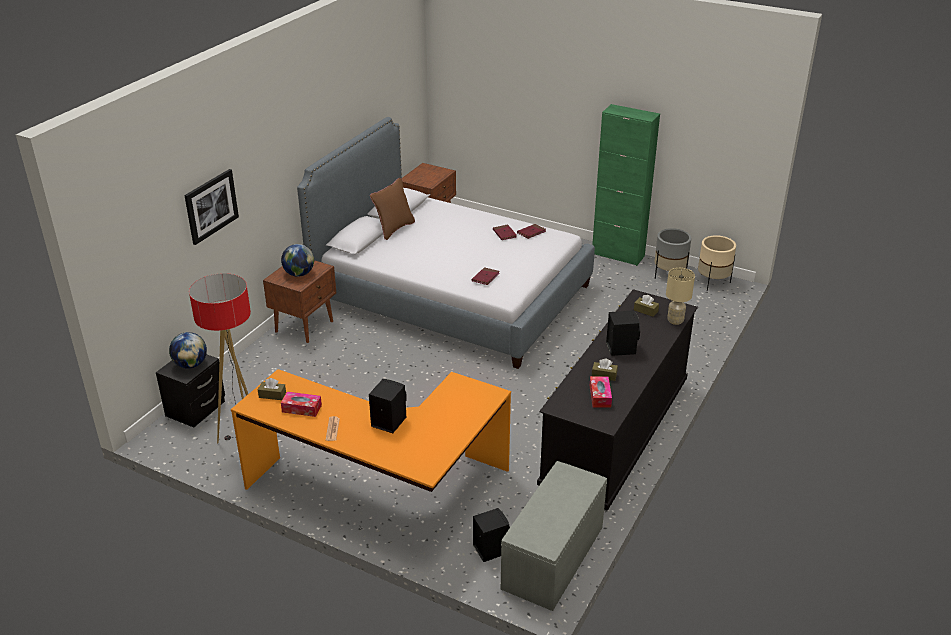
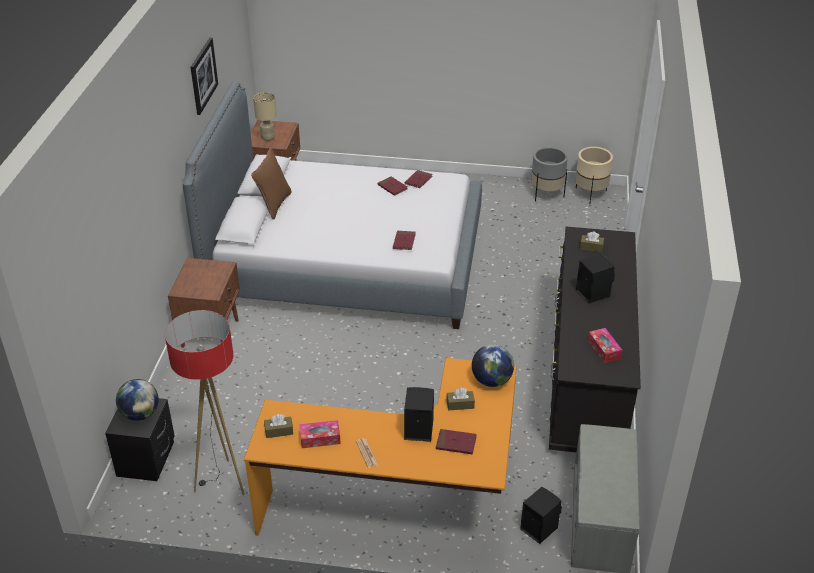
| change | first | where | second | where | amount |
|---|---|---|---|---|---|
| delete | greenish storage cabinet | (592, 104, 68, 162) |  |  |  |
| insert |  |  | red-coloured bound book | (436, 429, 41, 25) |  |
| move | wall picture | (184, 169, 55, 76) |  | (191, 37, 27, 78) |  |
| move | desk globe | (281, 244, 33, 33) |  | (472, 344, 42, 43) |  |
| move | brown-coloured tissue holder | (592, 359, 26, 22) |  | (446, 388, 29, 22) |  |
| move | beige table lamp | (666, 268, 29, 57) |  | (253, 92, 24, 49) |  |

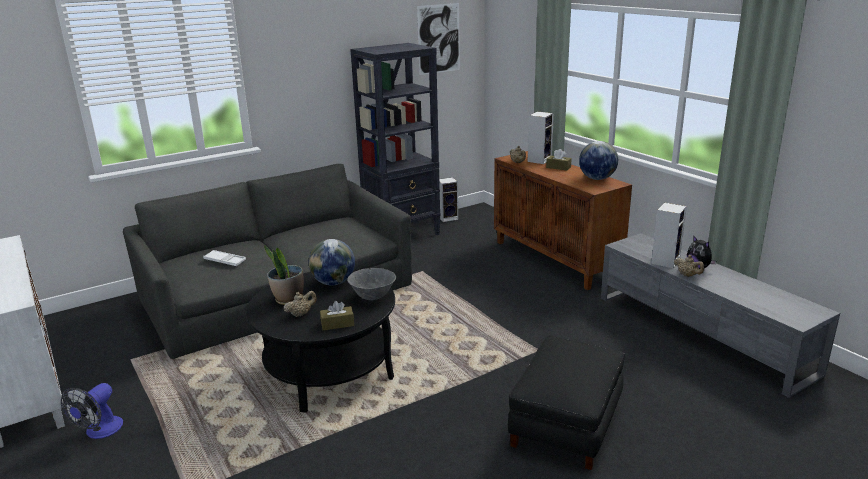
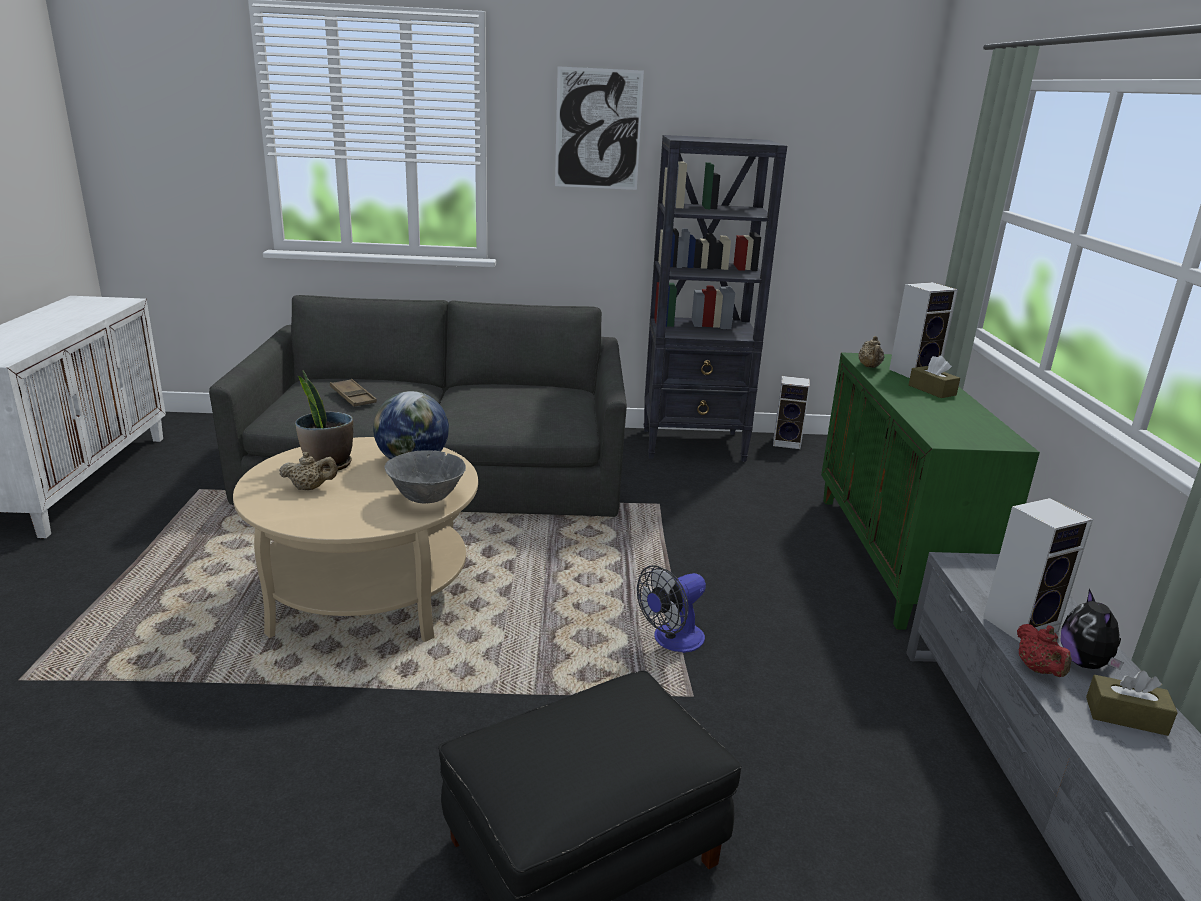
| change | first | where | second | where | amount |
|---|---|---|---|---|---|
| delete | desk globe | (579, 141, 39, 39) |  |  |  |
| move | cooling fan | (61, 383, 62, 56) |  | (637, 565, 69, 88) |  |
| move | brown-coloured tissue holder | (320, 301, 34, 30) |  | (1086, 671, 92, 65) |  |
| move | wall picture | (417, 3, 43, 72) |  | (555, 66, 89, 124) |  |
| recolor | white-coloured carrying tray | (203, 250, 43, 16) | brown-coloured carrying tray | (330, 379, 47, 28) |  |
| recolor | blackish lounge table | (246, 271, 149, 142) | beige lounge table | (233, 437, 245, 205) |  |
| recolor | brown-coloured storage cabinet | (494, 151, 138, 139) | greenish storage cabinet | (821, 352, 219, 278) |  |
| recolor | beige pot for tea | (674, 255, 30, 22) | red-coloured pot for tea | (1017, 624, 55, 53) |  |

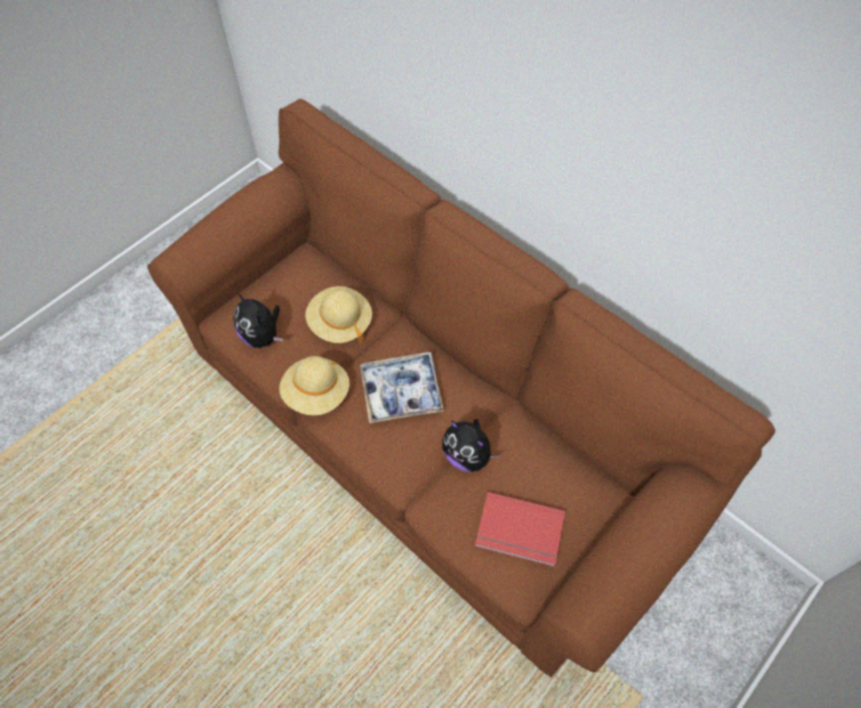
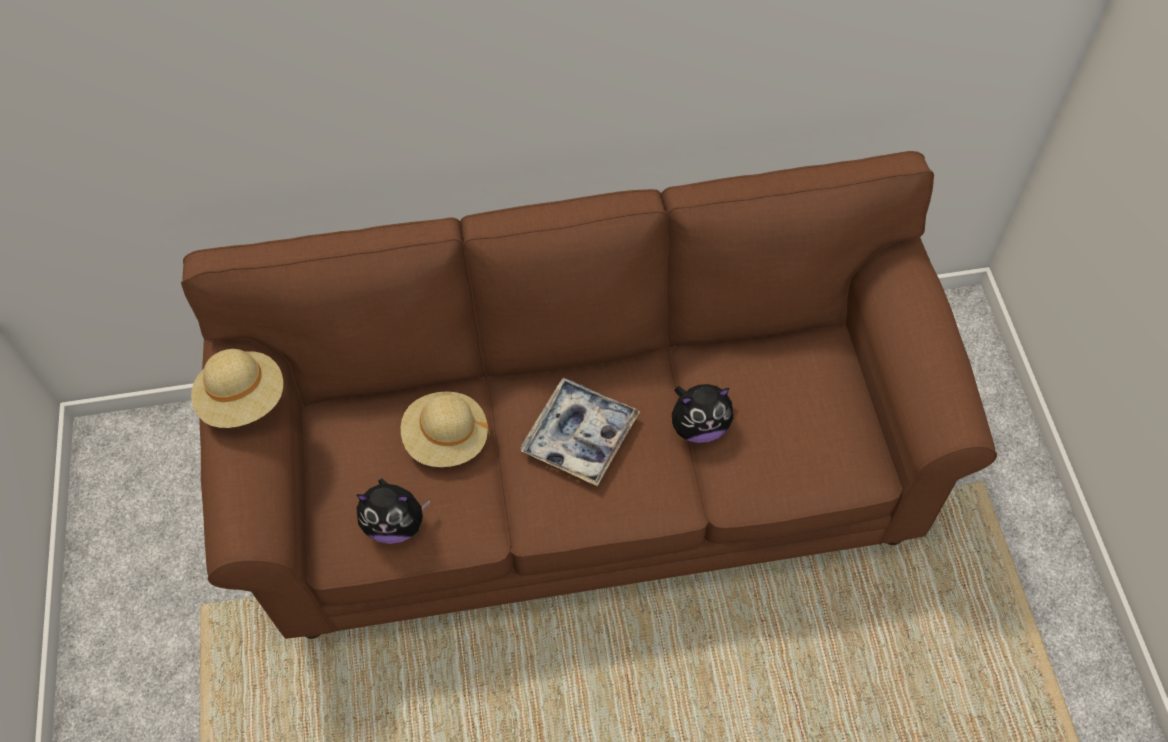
| change | first | where | second | where | amount |
|---|---|---|---|---|---|
| delete | red-coloured bound book | (475, 492, 90, 75) |  |  |  |
| move | beige hat | (279, 356, 71, 59) |  | (191, 349, 92, 79) |  |

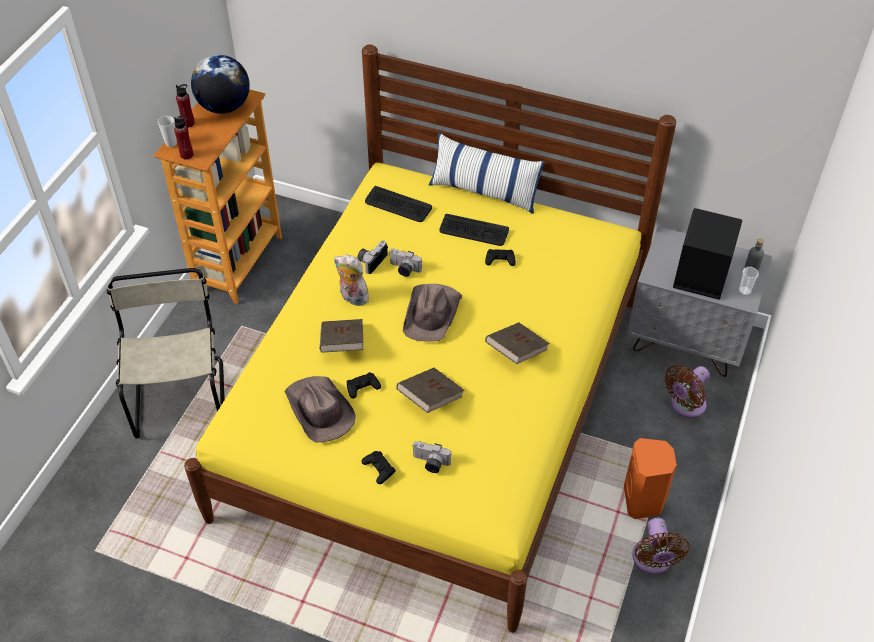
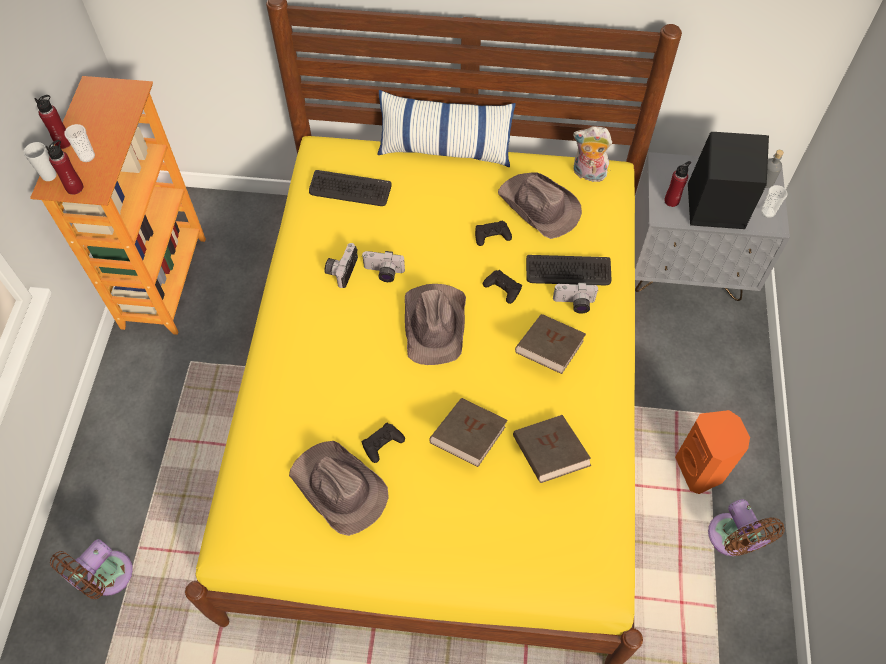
| change | first | where | second | where | amount |
|---|---|---|---|---|---|
| delete | beige upright chair | (107, 268, 118, 170) |  |  |  |
| delete | desk globe | (191, 55, 59, 59) |  |  |  |
| insert |  |  | small cup | (64, 124, 31, 38) |  |
| insert |  |  | brown-coloured hat | (498, 172, 84, 67) |  |
| insert |  |  | red-coloured beverage bottle | (664, 161, 27, 46) |  |
| move | brown-coloured bound book | (320, 319, 43, 34) |  | (513, 415, 78, 68) |  |
| move | cuddly toy | (334, 255, 39, 51) |  | (573, 126, 39, 56) |  |
| move | blackish game controller | (361, 451, 35, 33) |  | (483, 270, 39, 34) |  |
| move | photo camera | (413, 441, 38, 32) |  | (553, 282, 46, 31) |  |
| move | computer keyboard | (439, 214, 70, 32) |  | (526, 255, 85, 30) |  |
| move | brown-coloured cooling fan | (665, 365, 45, 53) |  | (50, 539, 83, 60) |  |

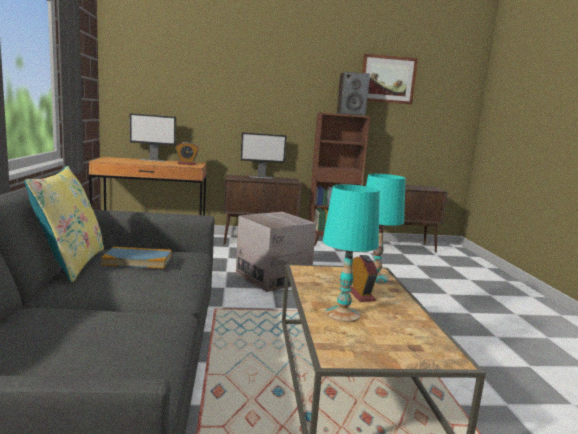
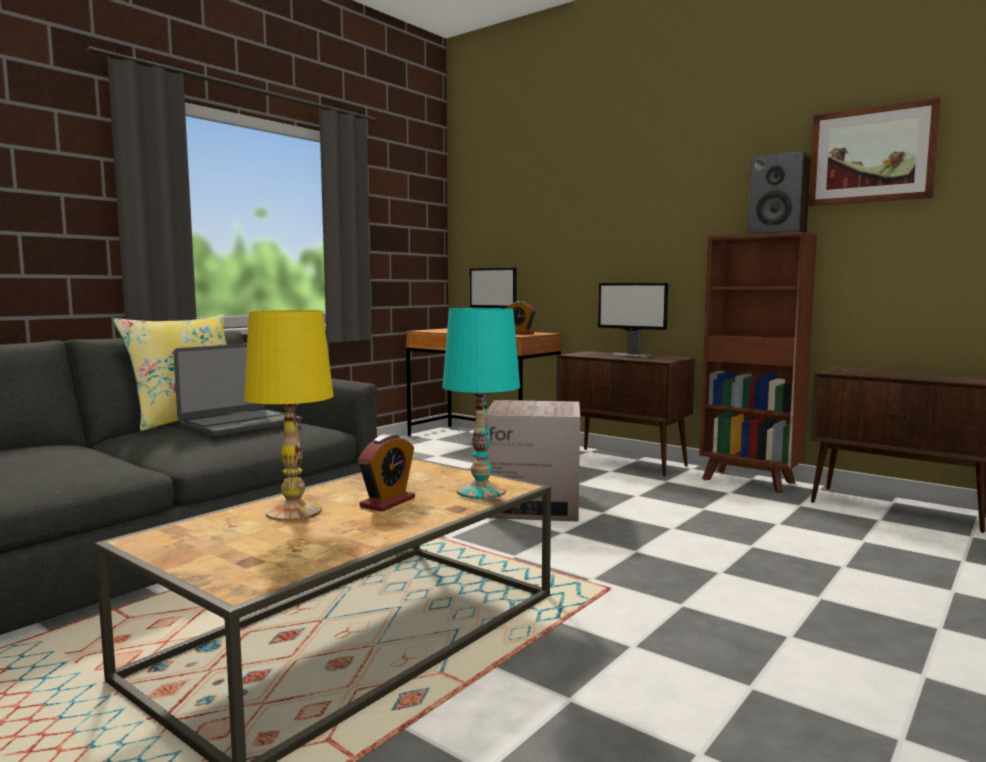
| change | first | where | second | where | amount |
|---|---|---|---|---|---|
| replace | bound book | (101, 247, 71, 21) | portable computer | (174, 344, 128, 93) |  |
| recolor | turquoise table lamp | (323, 184, 57, 138) | yellow table lamp | (244, 310, 90, 211) |  |

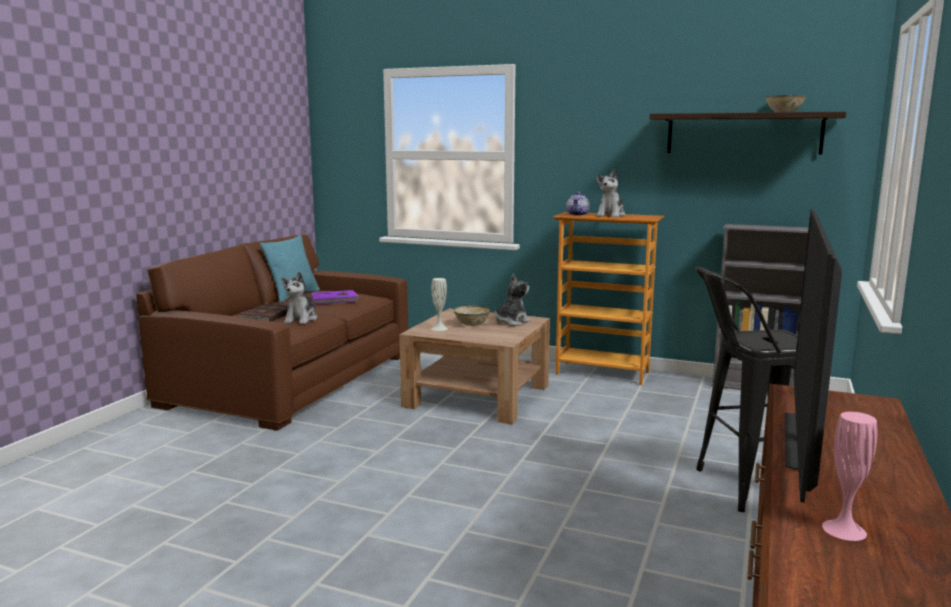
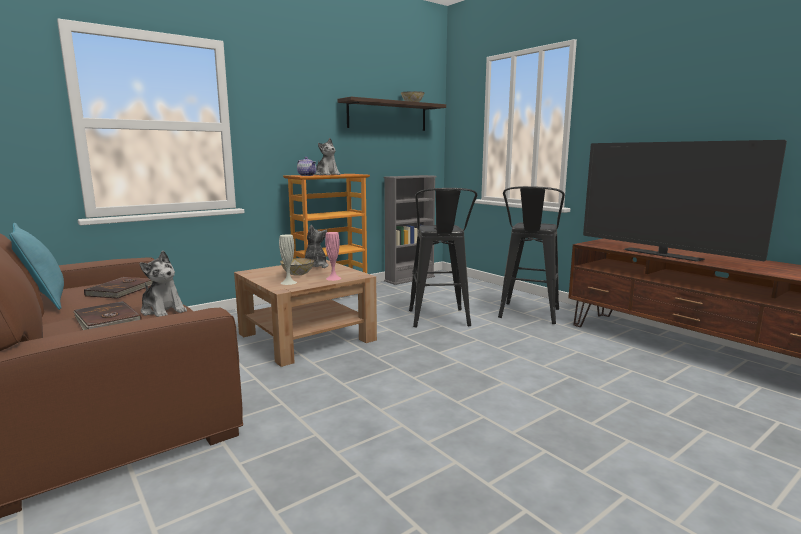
| change | first | where | second | where | amount |
|---|---|---|---|---|---|
| insert |  |  | blackish stool seat | (409, 188, 68, 140) |  |
| move | pink-coloured decorative vase | (822, 412, 55, 129) |  | (325, 232, 16, 49) |  |
| recolor | purple bound book | (311, 290, 48, 15) | brown-coloured bound book | (84, 277, 68, 22) |  |

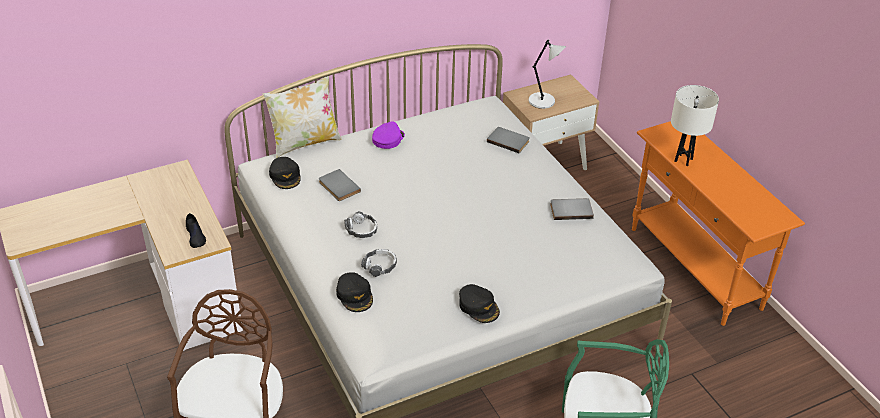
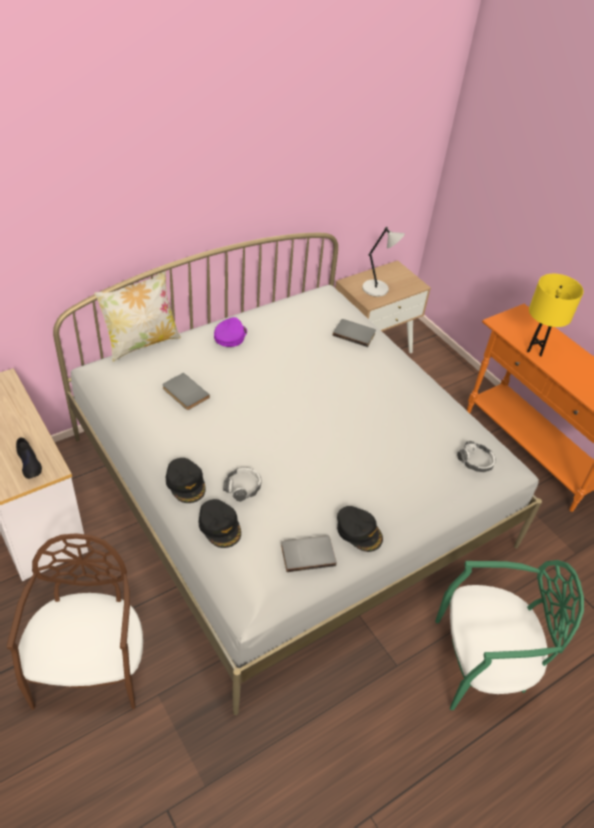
| change | first | where | second | where | amount |
|---|---|---|---|---|---|
| move | blackish baseball cap | (269, 157, 32, 32) |  | (166, 458, 39, 45) |  |
| move | headset | (344, 211, 33, 27) |  | (457, 441, 39, 31) |  |
| move | greyish bound book | (550, 198, 44, 22) |  | (281, 535, 56, 37) |  |
| recolor | white-coloured table lamp | (671, 85, 48, 81) | yellow table lamp | (527, 274, 57, 83) |  |

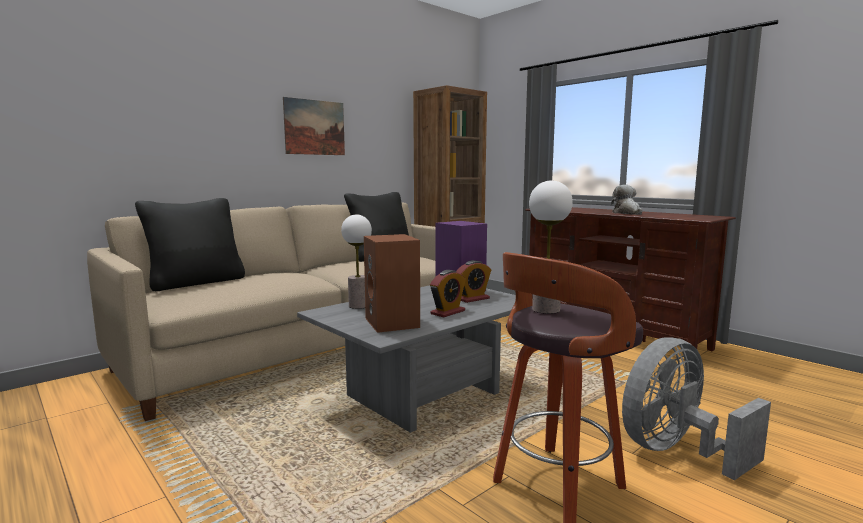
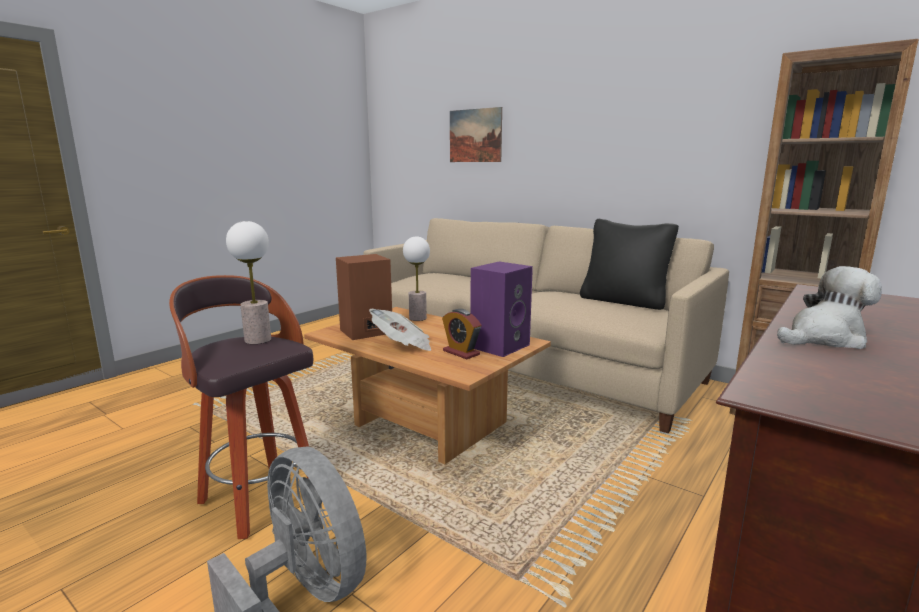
| change | first | where | second | where | amount |
|---|---|---|---|---|---|
| delete | blackish pillow | (135, 198, 110, 93) |  |  |  |
| move | wall picture | (283, 97, 62, 58) |  | (450, 107, 52, 55) |  |
| replace | alarm clock | (430, 270, 36, 47) | daily paper | (369, 309, 62, 42) |  |
| recolor | greyish lounge table | (297, 285, 219, 148) | brown-coloured lounge table | (304, 307, 247, 157) |  |

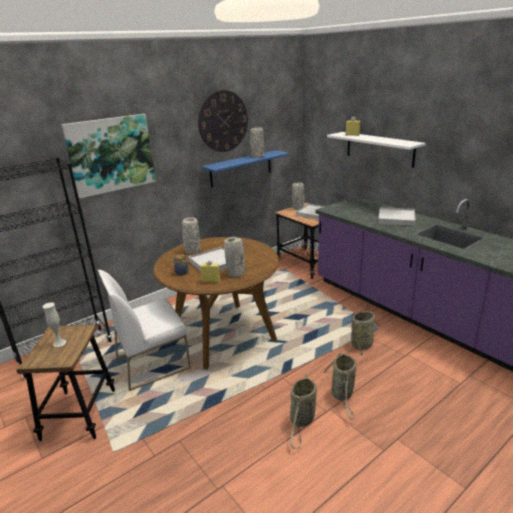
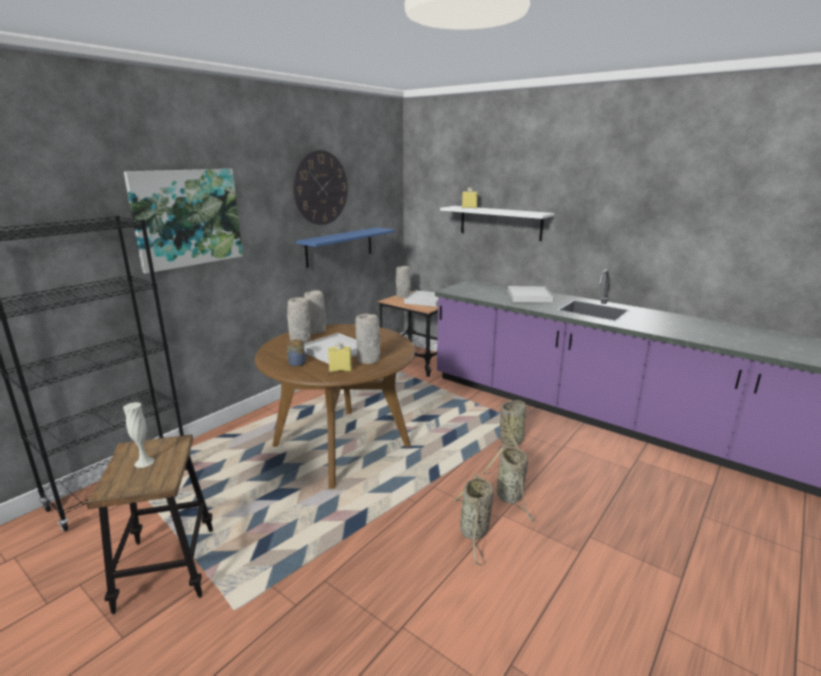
| change | first | where | second | where | amount |
|---|---|---|---|---|---|
| delete | white-coloured upright chair | (98, 270, 93, 121) |  |  |  |
| move | greyish decorative vase | (250, 127, 14, 31) |  | (304, 290, 22, 44) |  |

